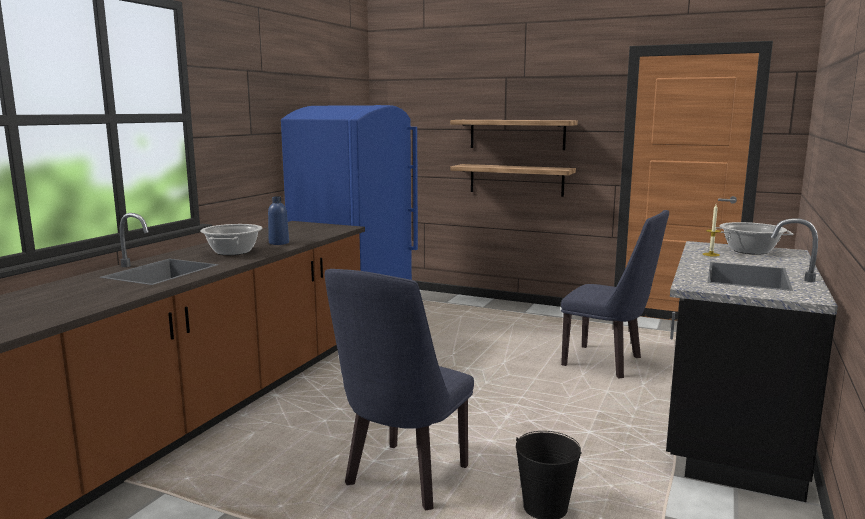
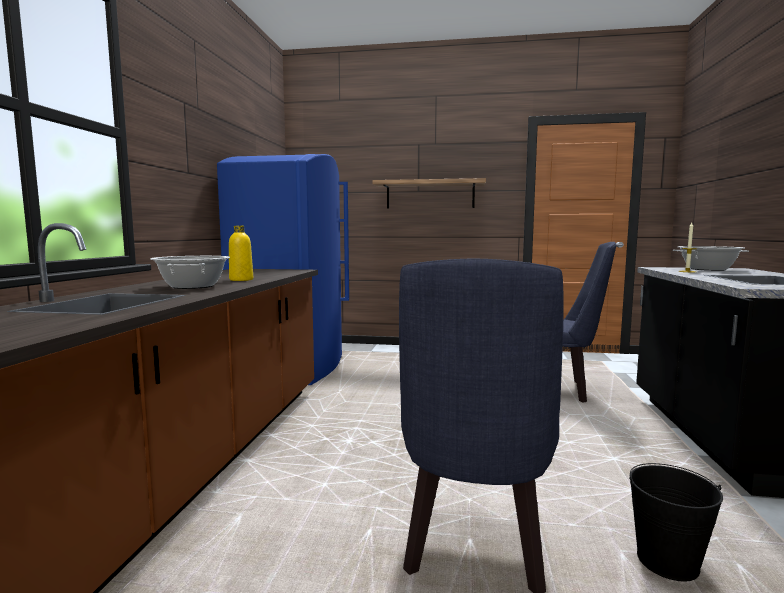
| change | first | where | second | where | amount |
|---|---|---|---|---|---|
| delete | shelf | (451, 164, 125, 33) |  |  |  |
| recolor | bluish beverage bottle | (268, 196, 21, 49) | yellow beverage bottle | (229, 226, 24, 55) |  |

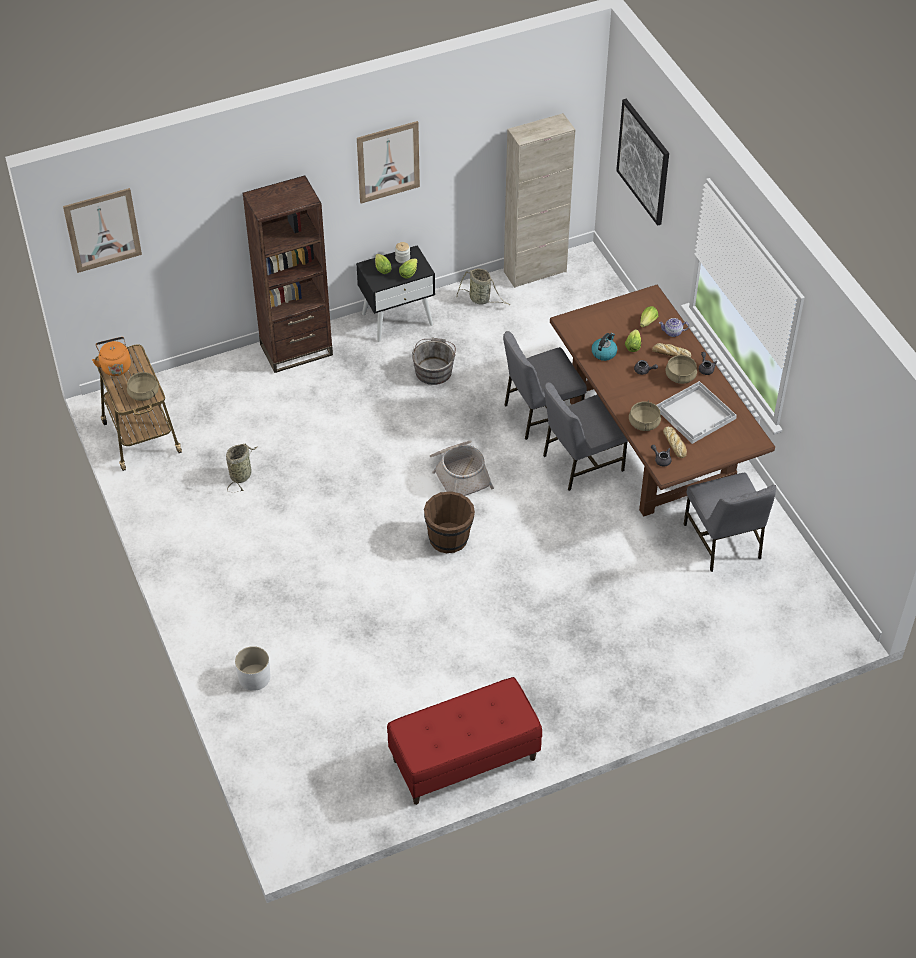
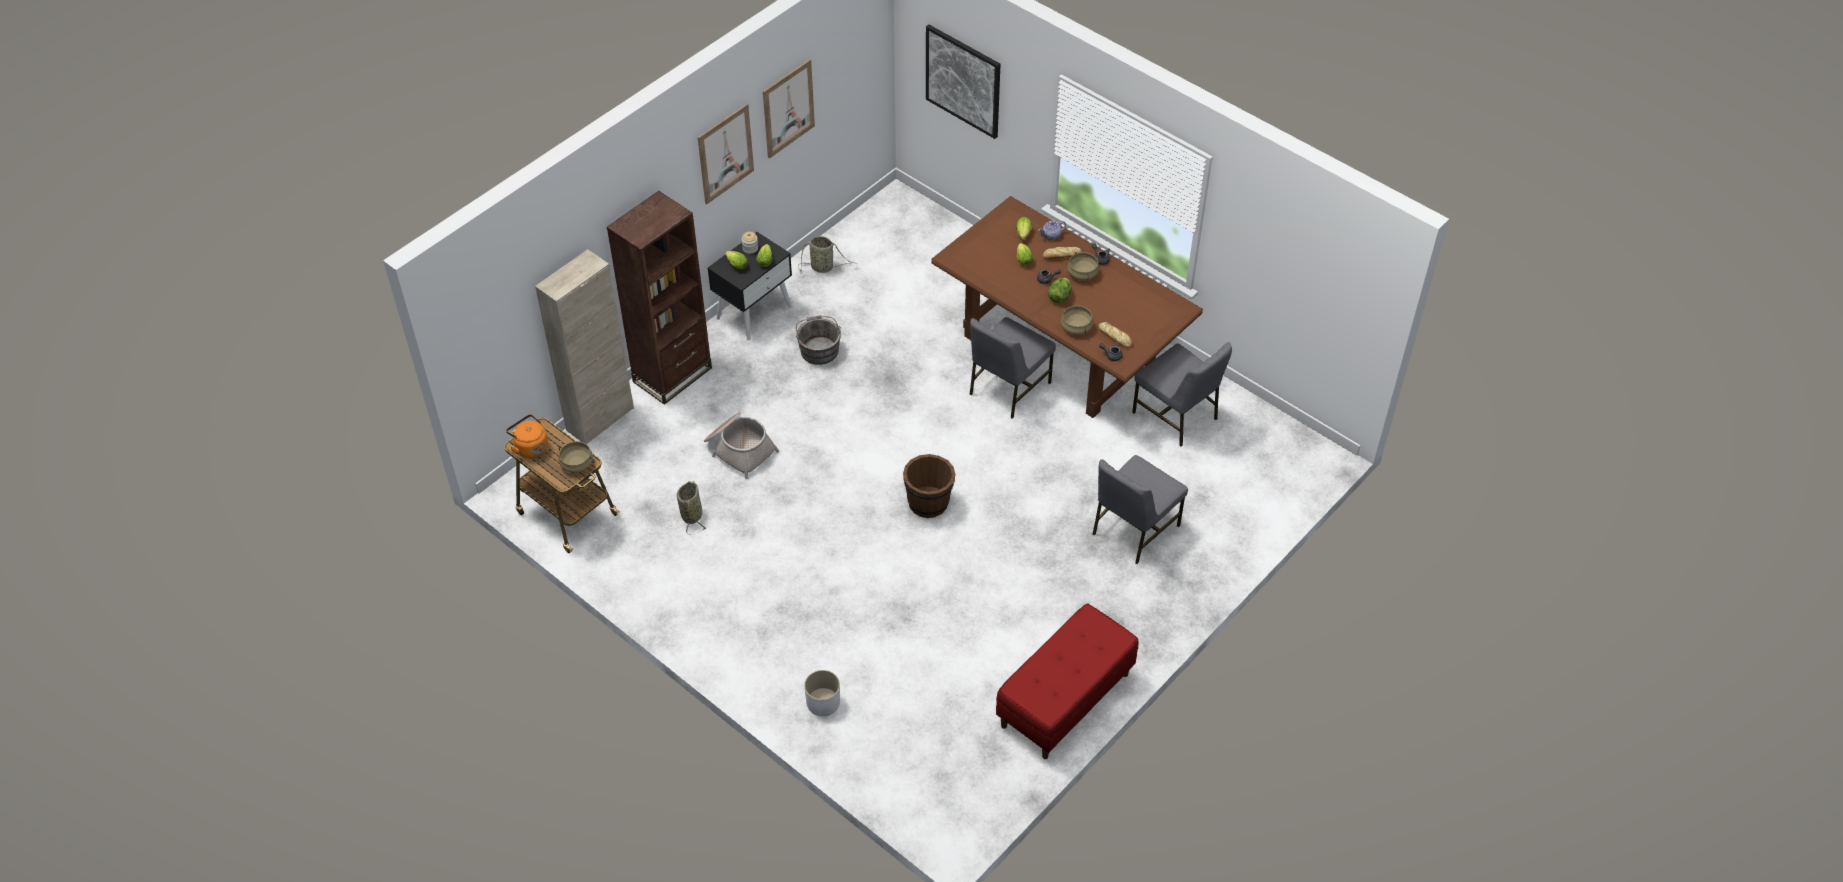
| change | first | where | second | where | amount |
|---|---|---|---|---|---|
| delete | water kettle | (591, 333, 26, 28) |  |  |  |
| delete | white-coloured carrying tray | (656, 381, 81, 63) |  |  |  |
| insert |  |  | lettuce | (1048, 278, 24, 25) |  |
| move | wall picture | (63, 188, 79, 85) |  | (763, 59, 52, 100) |  |
| move | basket | (430, 440, 64, 56) |  | (704, 412, 75, 67) |  |
| move | greyish upright chair | (503, 331, 84, 109) |  | (1093, 455, 95, 109) |  |
| move | beige storage cabinet | (504, 113, 71, 175) |  | (535, 249, 99, 195) |  |

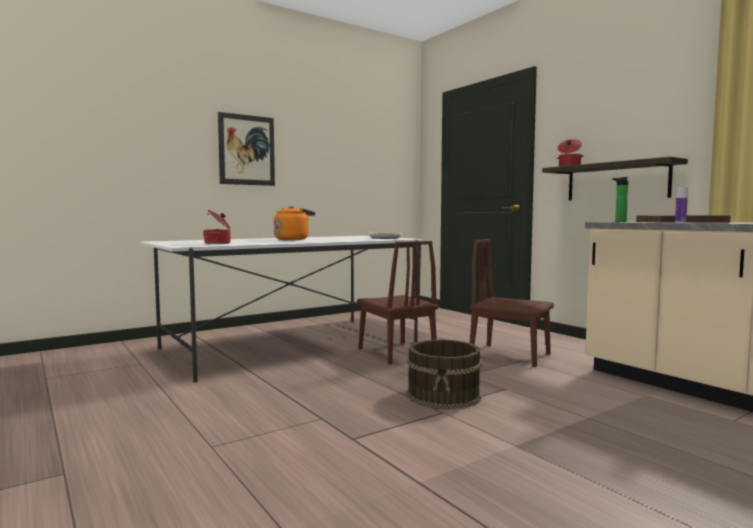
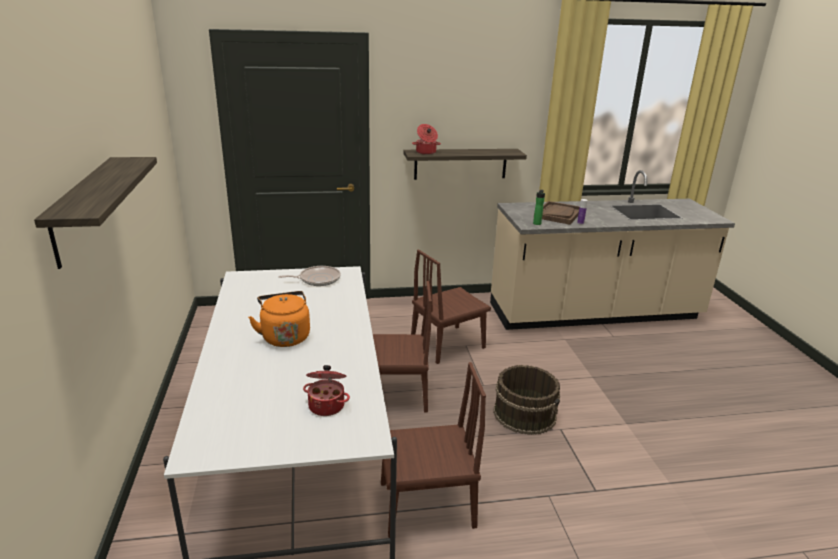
| change | first | where | second | where | amount |
|---|---|---|---|---|---|
| insert |  |  | brown-coloured upright chair | (381, 362, 105, 176) |  |
| replace | wall picture | (218, 112, 57, 74) | shelf | (34, 157, 123, 112) |  |

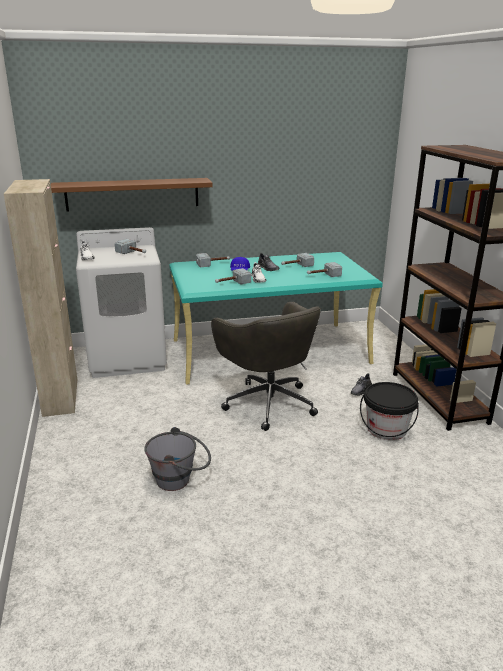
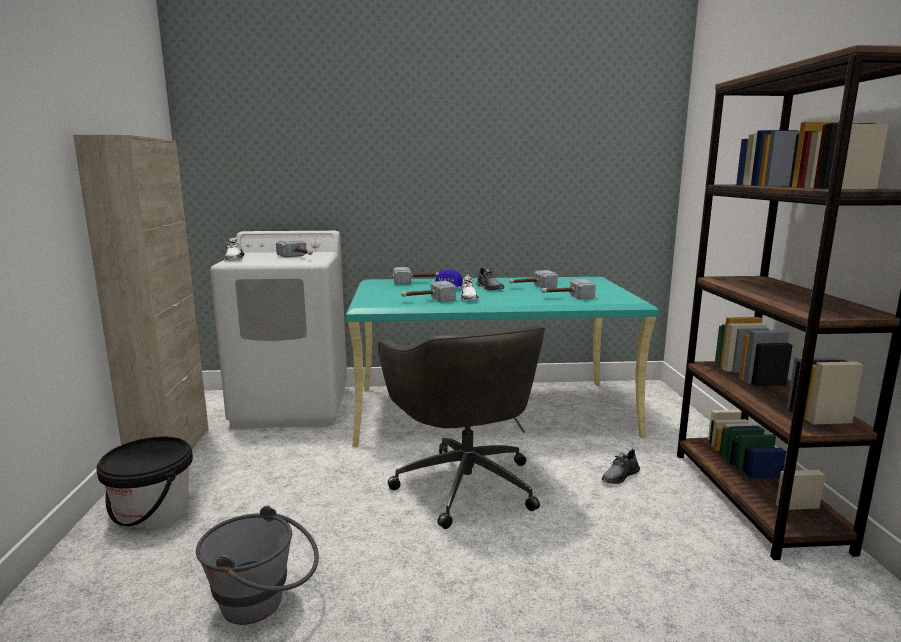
| change | first | where | second | where | amount |
|---|---|---|---|---|---|
| delete | brown-coloured shelf | (51, 178, 162, 34) |  |  |  |
| move | blackish water bucket | (360, 382, 59, 58) |  | (97, 437, 96, 95) |  |

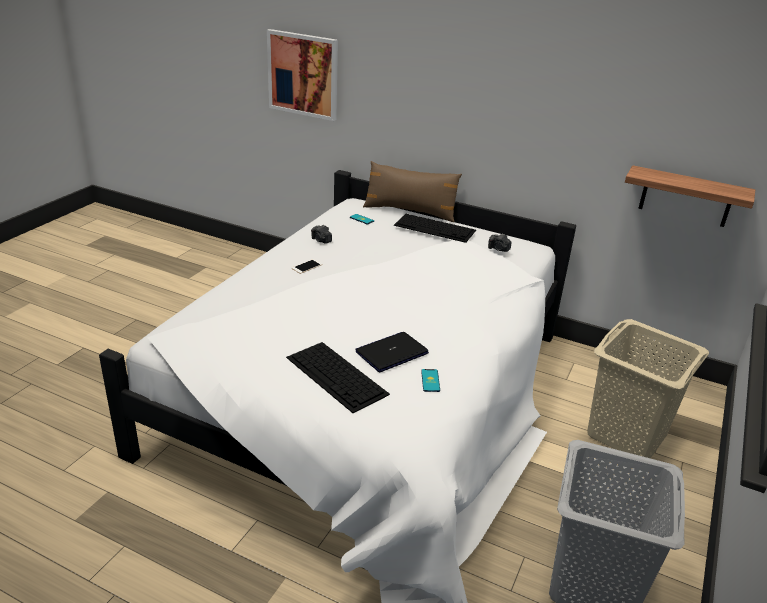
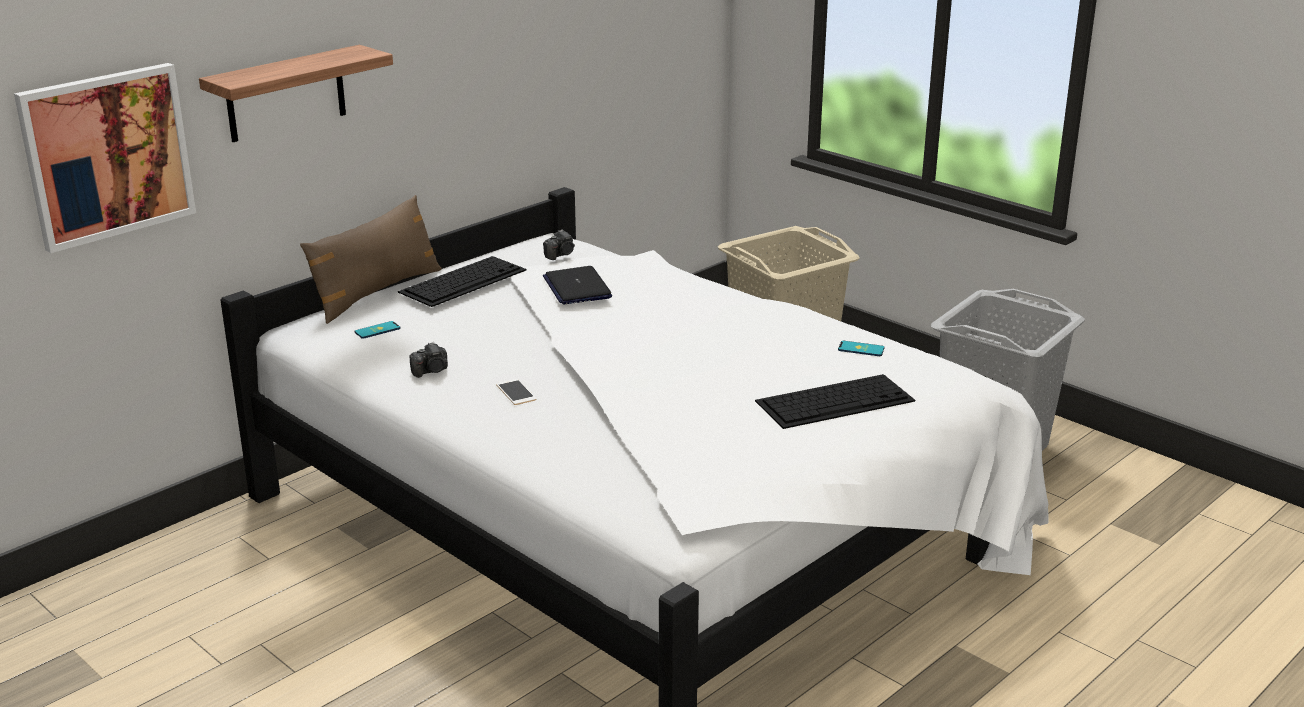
| change | first | where | second | where | amount |
|---|---|---|---|---|---|
| move | portable computer | (355, 332, 74, 40) |  | (543, 266, 69, 38) |  |
| move | shelf | (625, 165, 130, 62) |  | (199, 45, 194, 97) |  |

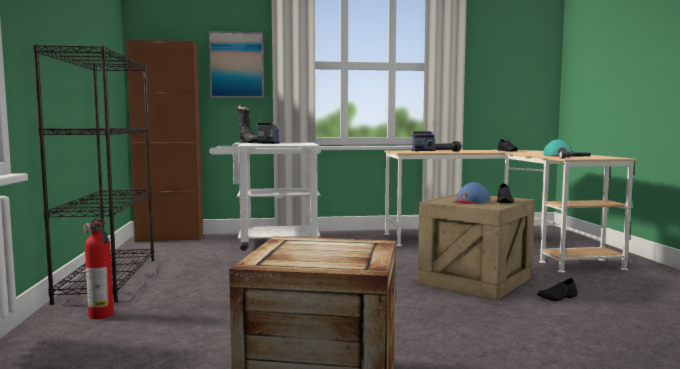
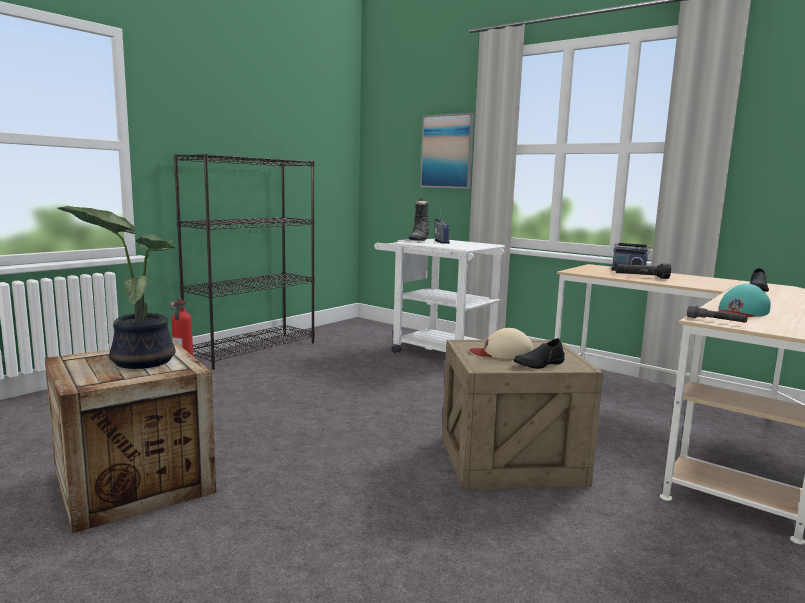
| change | first | where | second | where | amount |
|---|---|---|---|---|---|
| delete | brown-coloured storage cabinet | (126, 40, 77, 202) |  |  |  |
| delete | blackish shoe | (537, 278, 40, 23) |  |  |  |
| insert |  |  | plant in a pot | (57, 206, 120, 163) |  |
| recolor | bluish baseball cap | (454, 182, 36, 22) | beige baseball cap | (470, 328, 63, 31) |  |

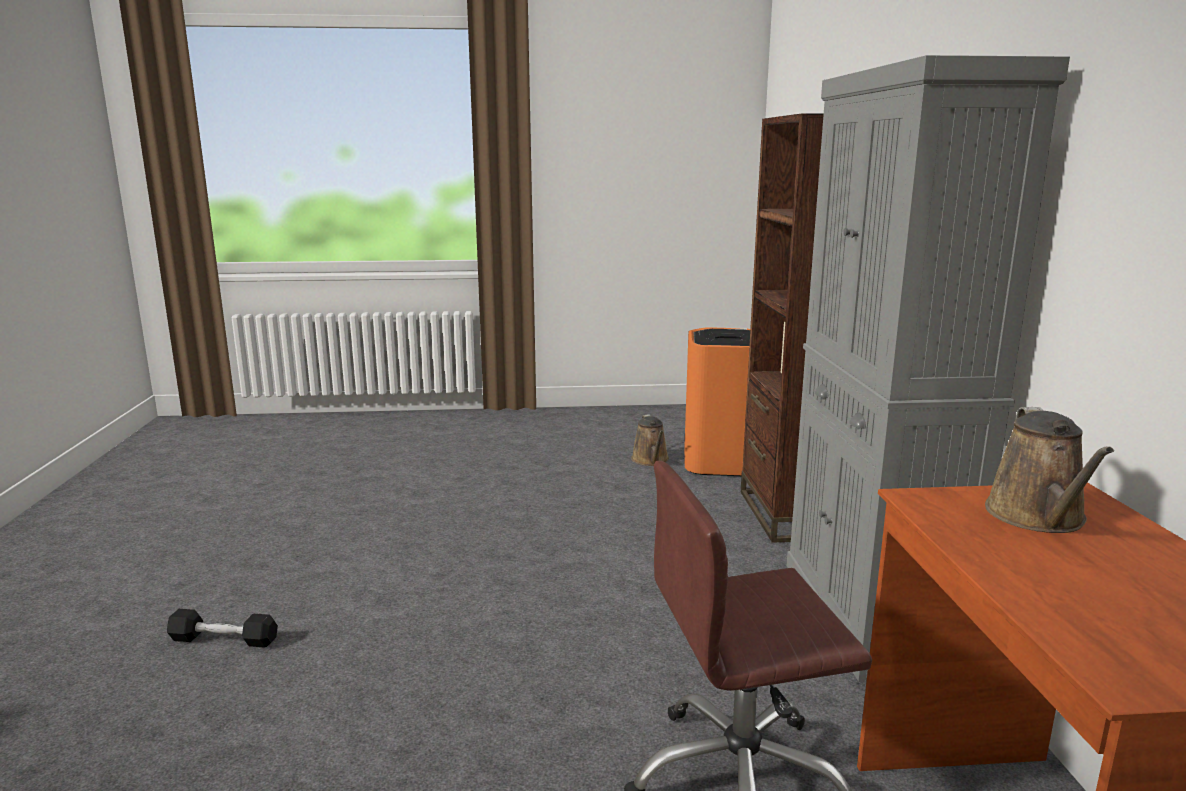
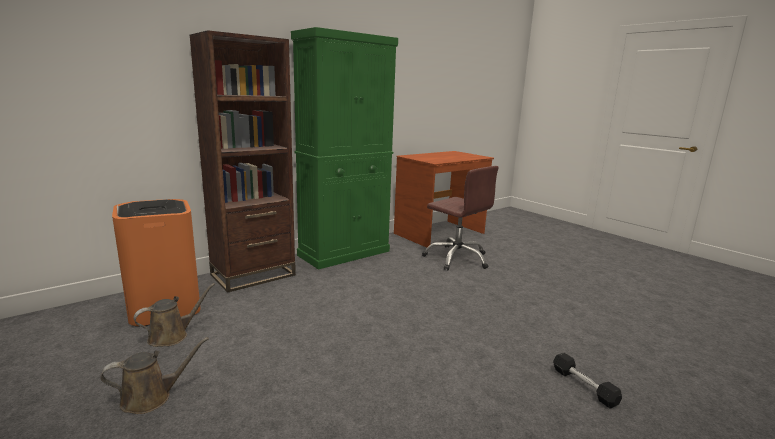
| change | first | where | second | where | amount |
|---|---|---|---|---|---|
| move | brown-coloured watering pot | (985, 407, 129, 126) |  | (100, 337, 109, 77) |  |
| recolor | greyish storage cabinet | (787, 55, 283, 627) | greenish storage cabinet | (291, 27, 107, 243) |  |

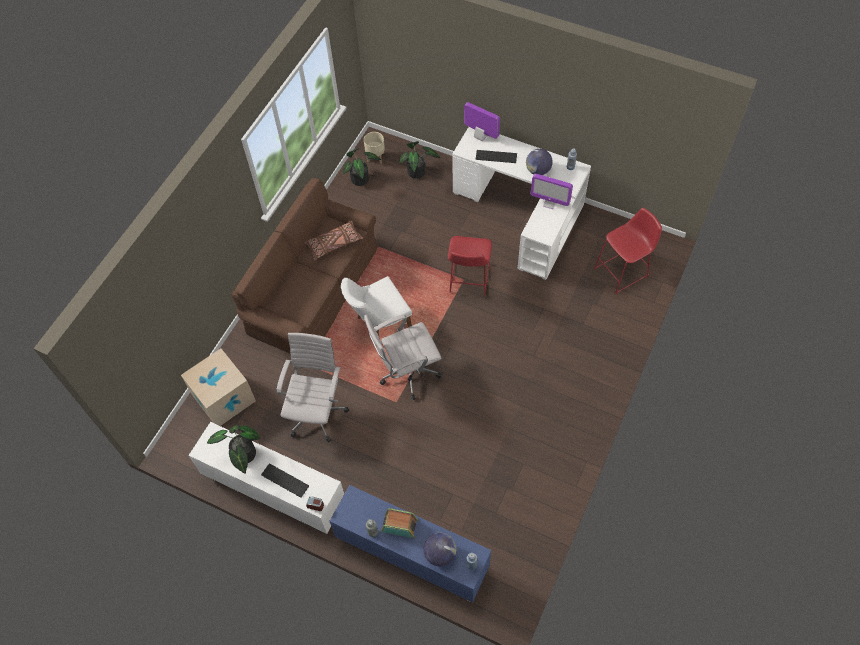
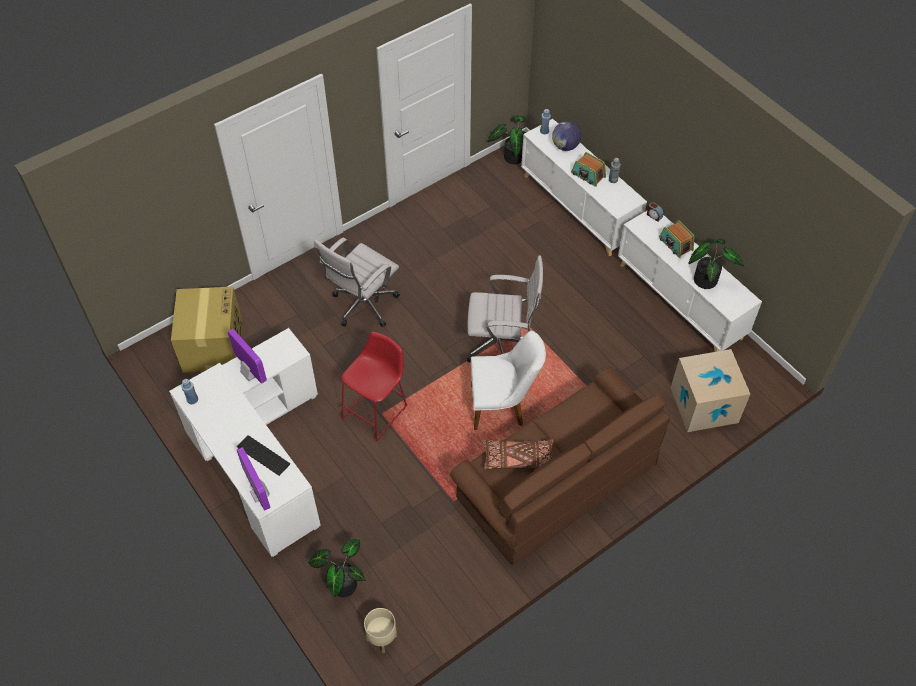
| change | first | where | second | where | amount |
|---|---|---|---|---|---|
| delete | desk globe | (526, 149, 27, 26) |  |  |  |
| move | white-coloured computer chair | (277, 333, 72, 109) |  | (314, 237, 86, 90) |  |
| move | plant in a pot | (343, 148, 38, 38) |  | (488, 115, 38, 49) |  |
| replace | computer keyboard | (261, 463, 48, 35) | radio | (659, 220, 35, 38) |  |
| replace | red-coloured stool seat | (594, 208, 68, 86) | cardboard box | (171, 287, 71, 86) |  |
| recolor | bluish storage cabinet | (330, 485, 161, 118) | white-coloured storage cabinet | (521, 119, 126, 137) |  |

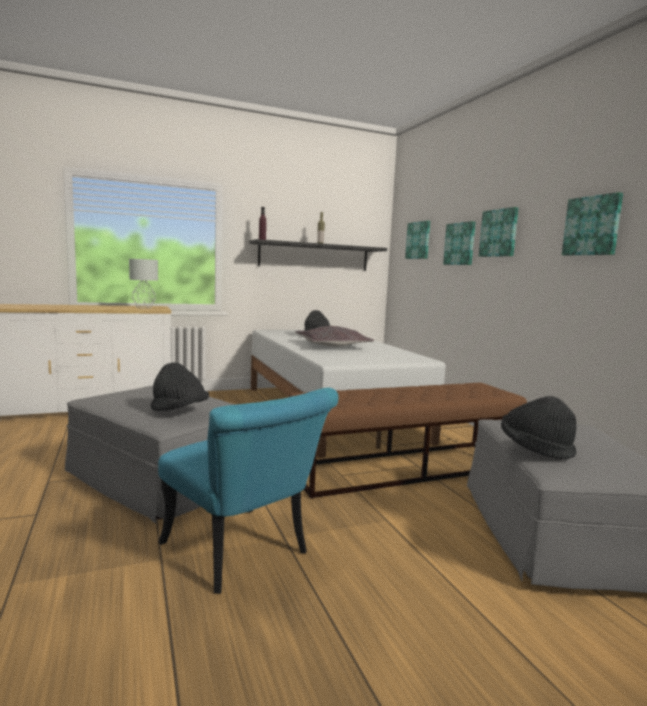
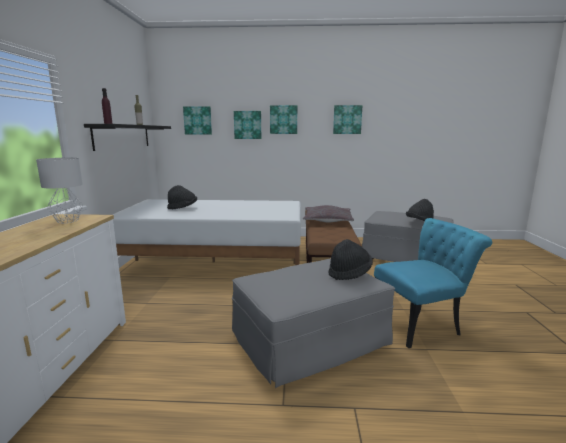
| change | first | where | second | where | amount |
|---|---|---|---|---|---|
| move | greyish pillow | (295, 326, 79, 21) |  | (303, 205, 51, 17) |  |

